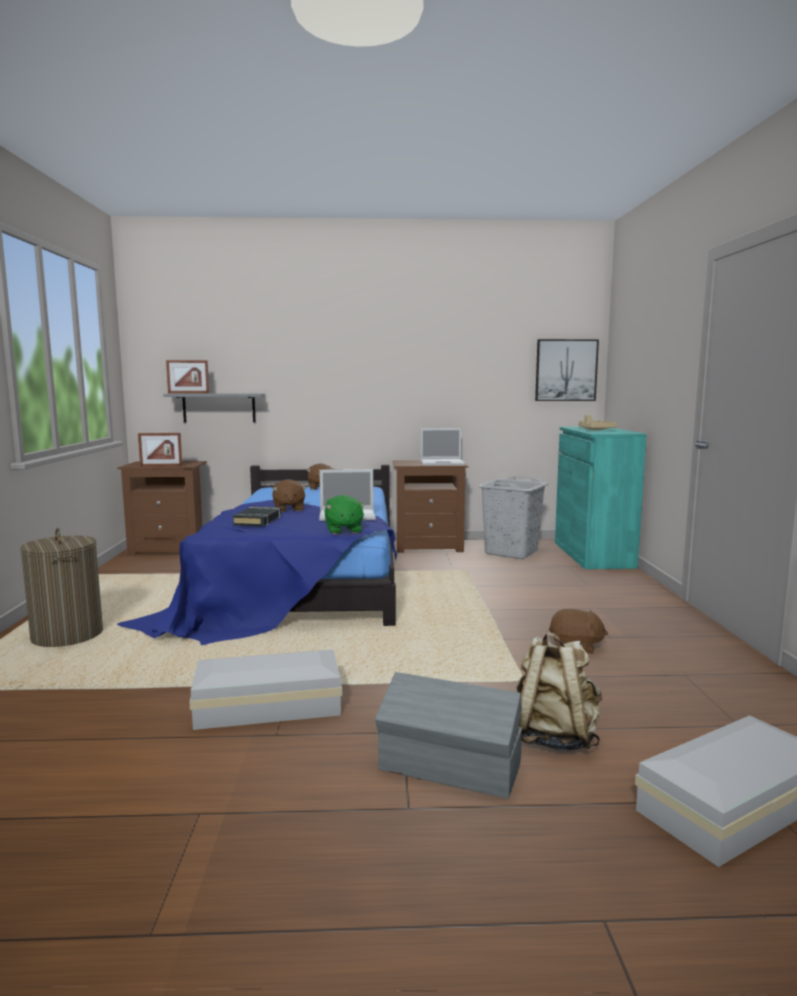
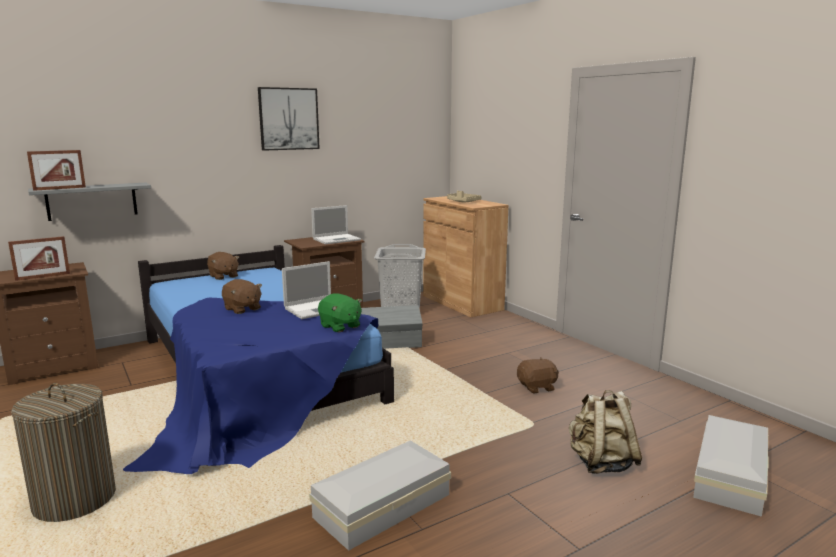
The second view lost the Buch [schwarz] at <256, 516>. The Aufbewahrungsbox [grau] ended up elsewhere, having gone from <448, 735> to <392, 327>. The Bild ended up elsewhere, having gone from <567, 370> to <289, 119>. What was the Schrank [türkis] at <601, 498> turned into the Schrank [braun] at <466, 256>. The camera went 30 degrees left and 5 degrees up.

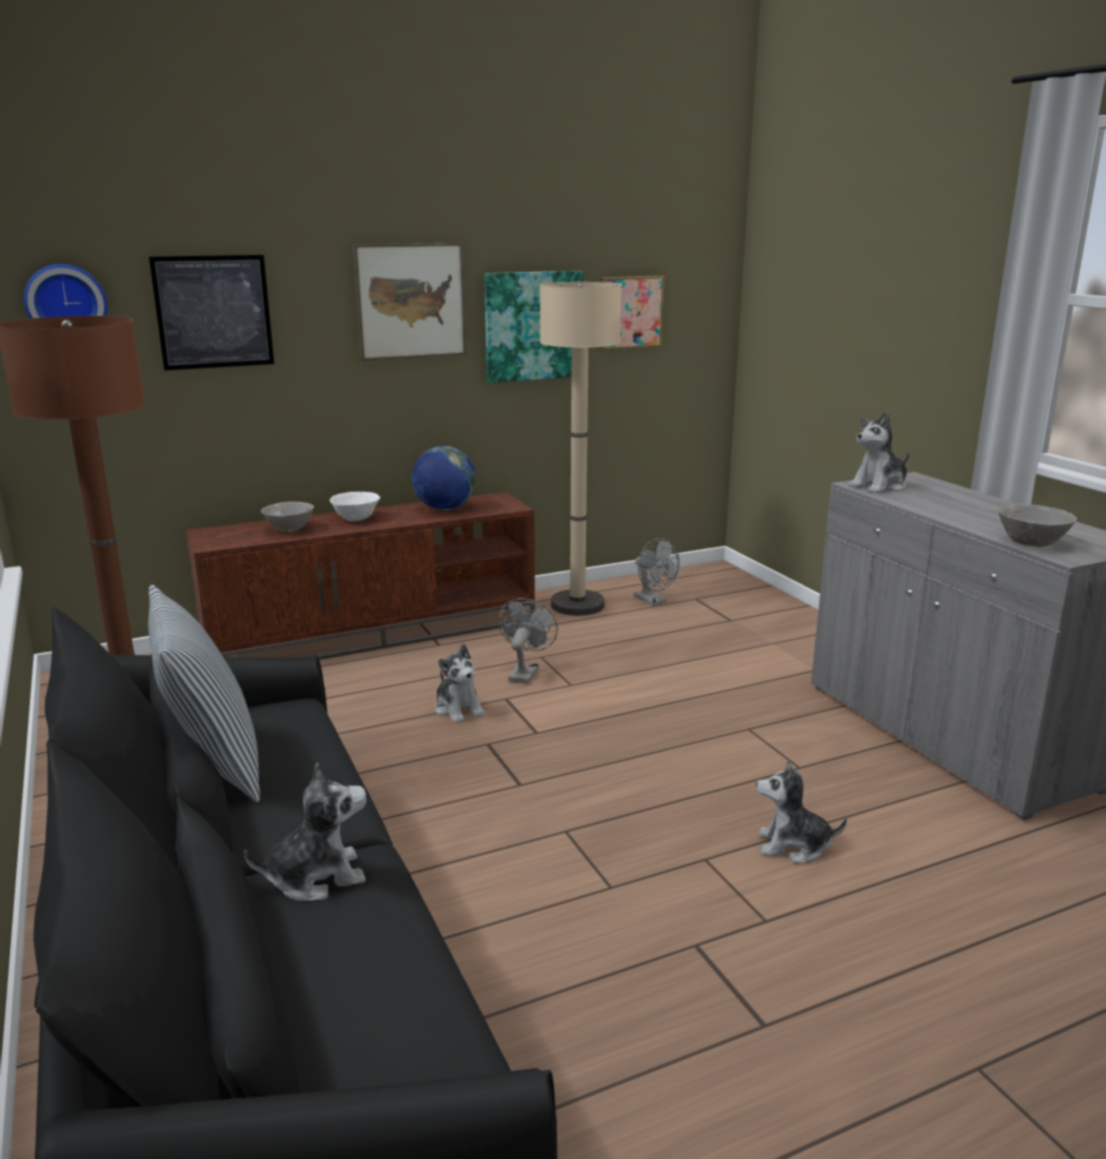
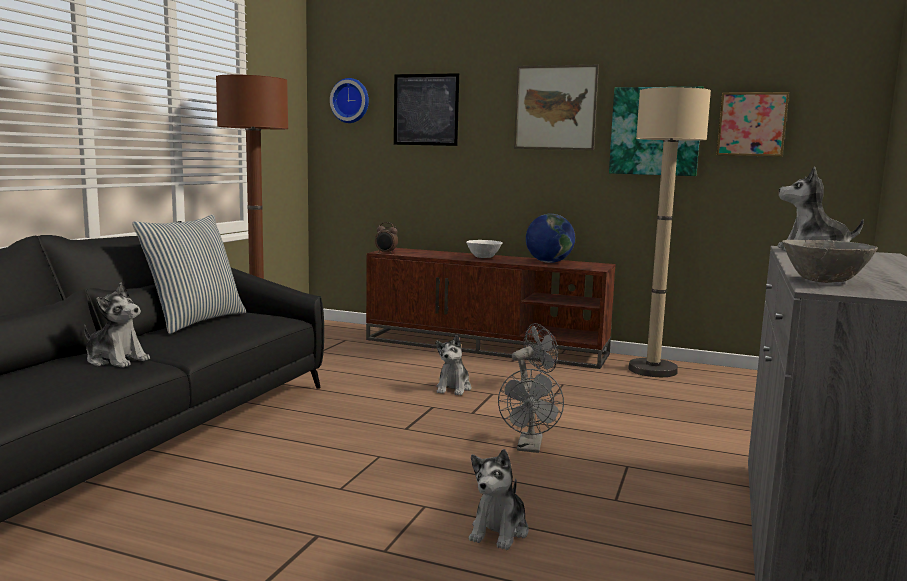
The second view lost the Schüssel [grau] at <287, 516>. The Ventilator [grau] ended up elsewhere, having gone from <657, 572> to <531, 411>. The Plüschtier at <801, 811> ended up facing another way, 120 degrees counterclockwise from before. The second view gained the Wecker at <386, 238>. The camera went 45 degrees right and 10 degrees down.

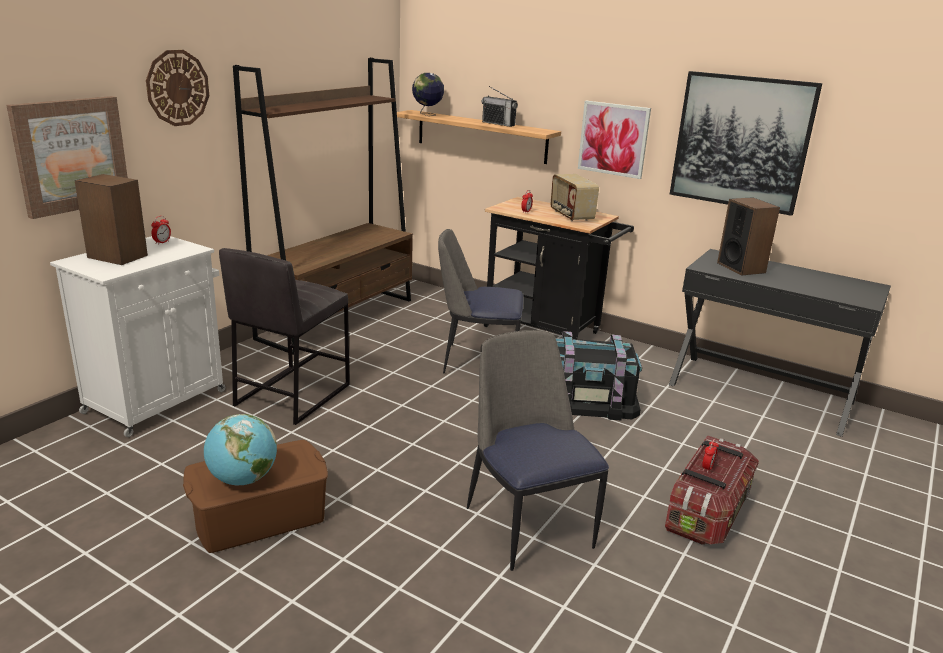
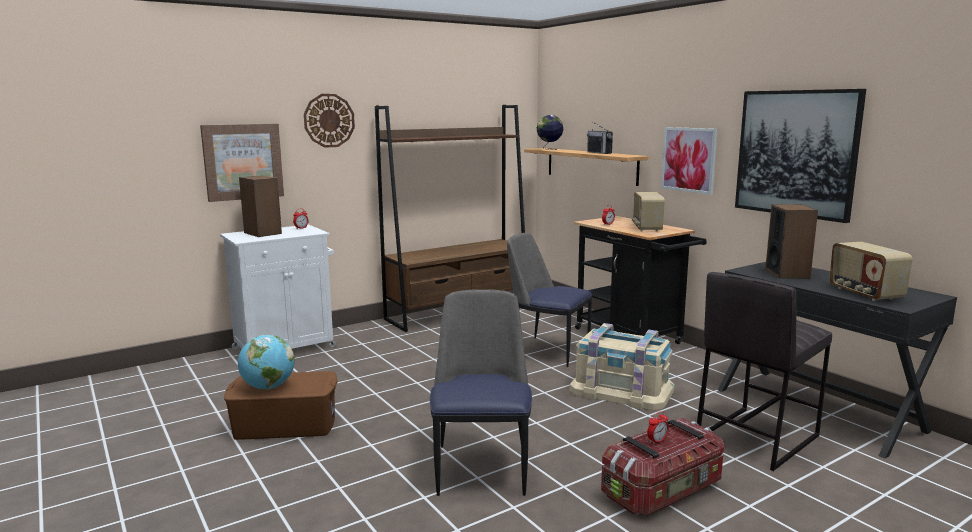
The Hocker [grau] ended up elsewhere, having gone from <284, 336> to <764, 371>. What was the Aufbewahrungsbox [schwarz] at <599, 375> turned into the Aufbewahrungsbox [beige] at <622, 366>. The second view gained the Radio at <871, 271>. The camera went 25 degrees right and 10 degrees down.

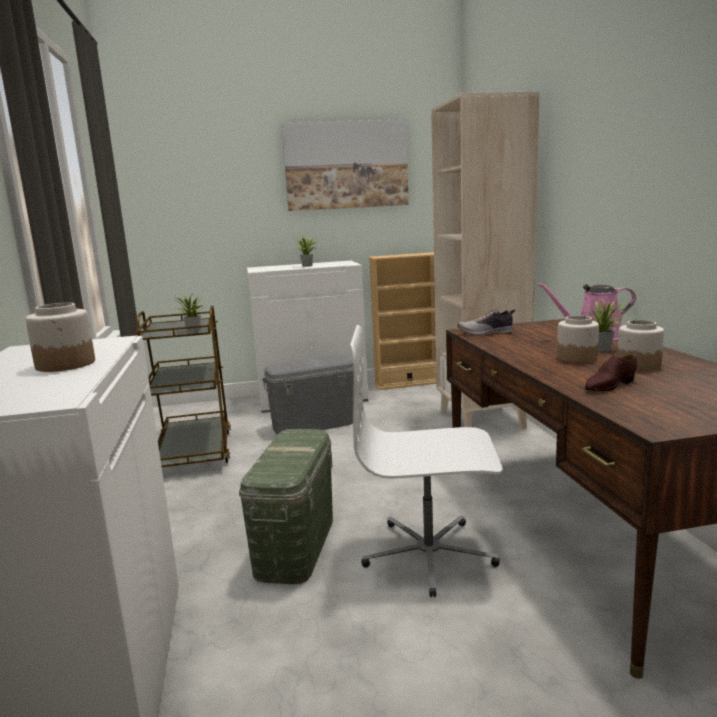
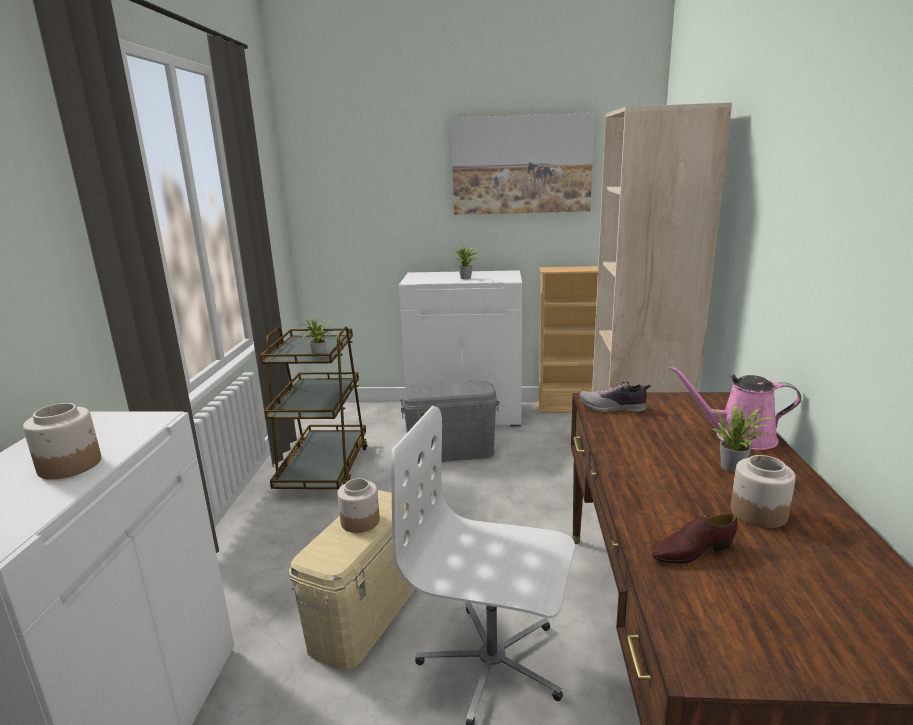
What was the Aufbewahrungsbox [grün] at <286, 506> turned into the Aufbewahrungsbox [beige] at <352, 580>. The Vorratsglas ended up elsewhere, having gone from <578, 339> to <358, 505>. The camera went 15 degrees right and 5 degrees up.

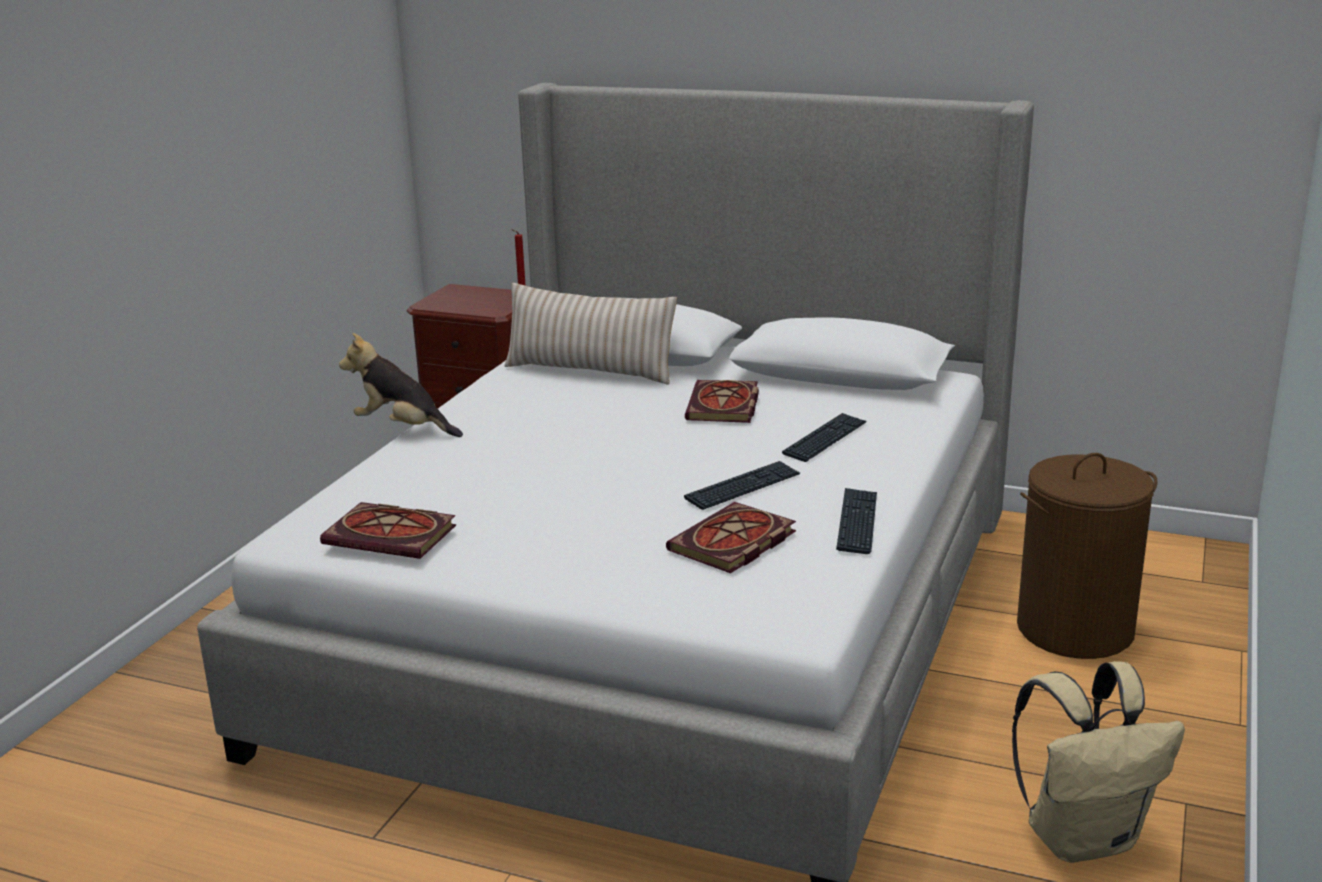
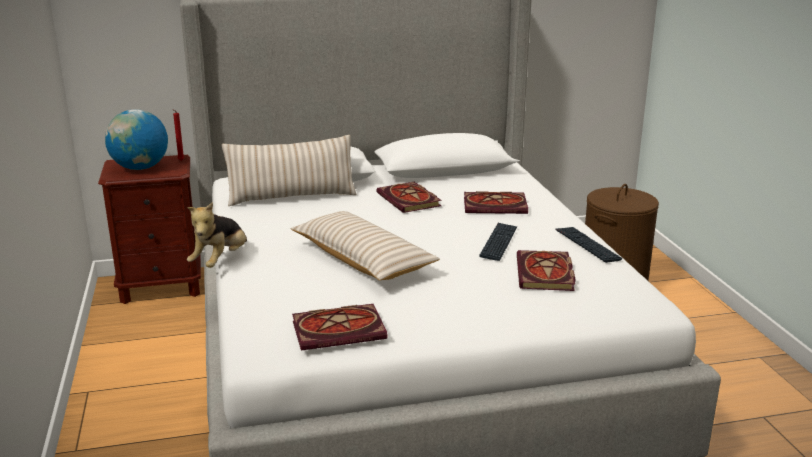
The Plüschtier at <401, 385> ended up facing another way, 60 degrees counterclockwise from before. Where the Tastatur stood at <824, 437>, the Buch came to stand at <496, 202>. The second view lost the Rucksack [beige] at <1098, 762>. The second view gained the Globus at <136, 139>. The second view gained the Kissen [beige] at <365, 246>. The camera went 35 degrees left and 0 degrees up.

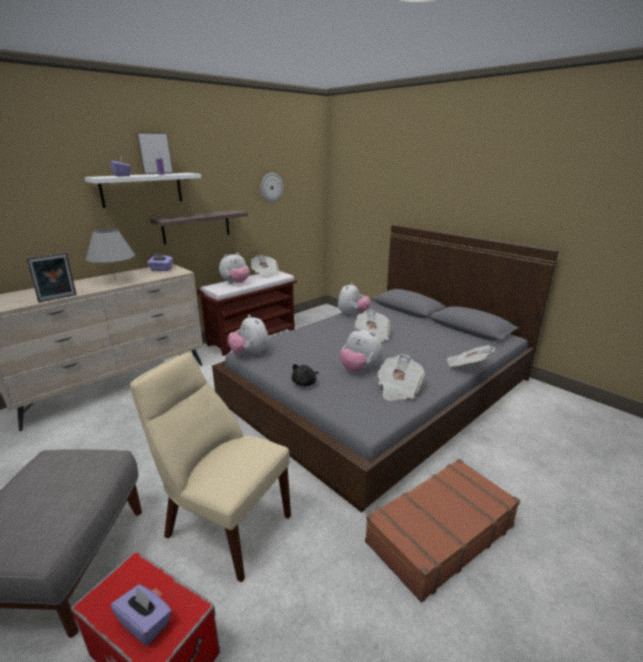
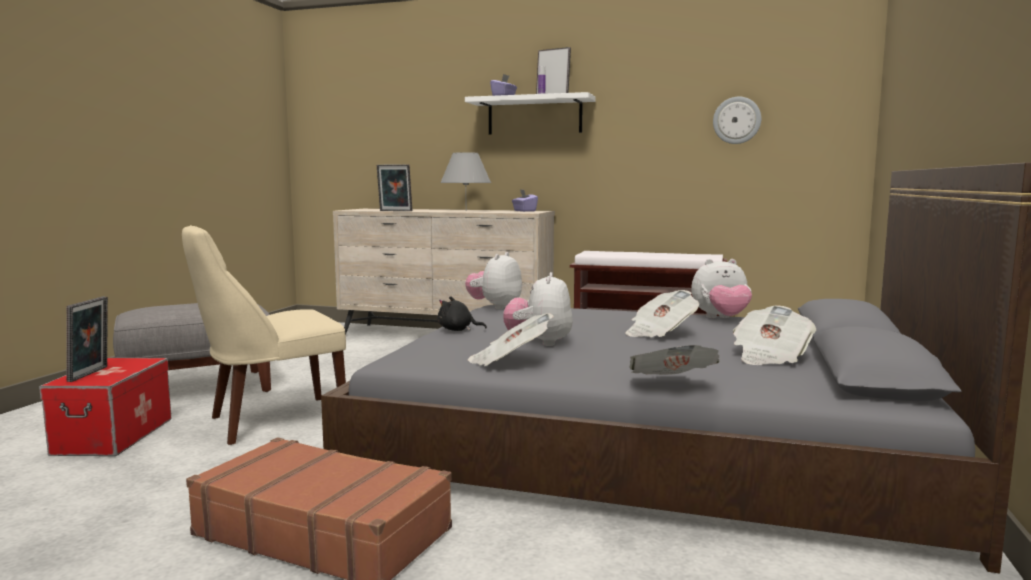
Where the Taschentuchbox [lila] stood at <141, 615>, the Bilderrahmen came to stand at <87, 339>. The Stuhl [beige] at <210, 467> ended up facing another way, 120 degrees counterclockwise from before. The second view lost the Wandregal at <199, 227>. The second view lost the Plüschtier at <234, 268>. The Zeitung ended up elsewhere, having gone from <265, 267> to <774, 335>. The camera went 60 degrees right and 15 degrees down.

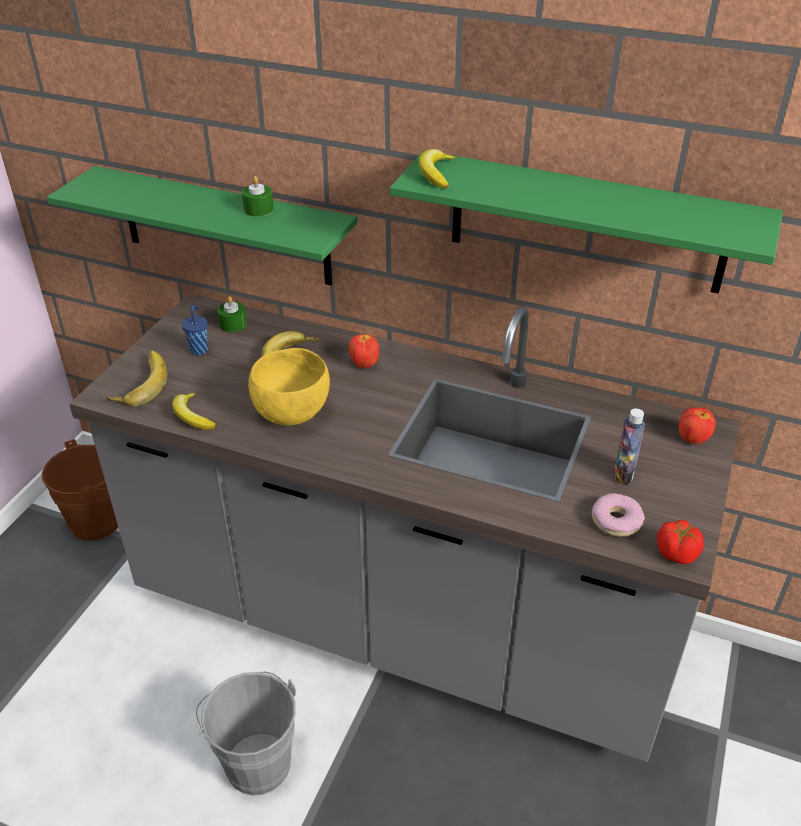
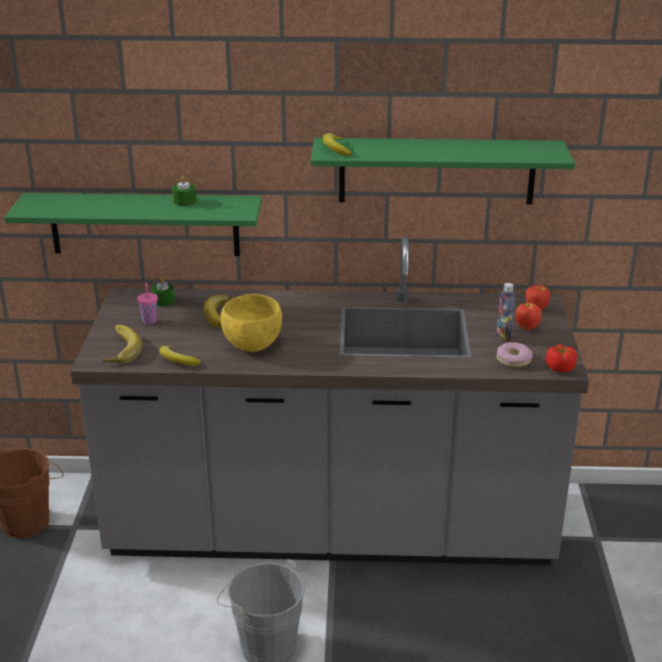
What was the Tasse [blau] at <195, 330> turned into the Tasse [rosa] at <147, 303>. The Apfel ended up elsewhere, having gone from <364, 351> to <528, 316>. The camera went 20 degrees left and 10 degrees down.

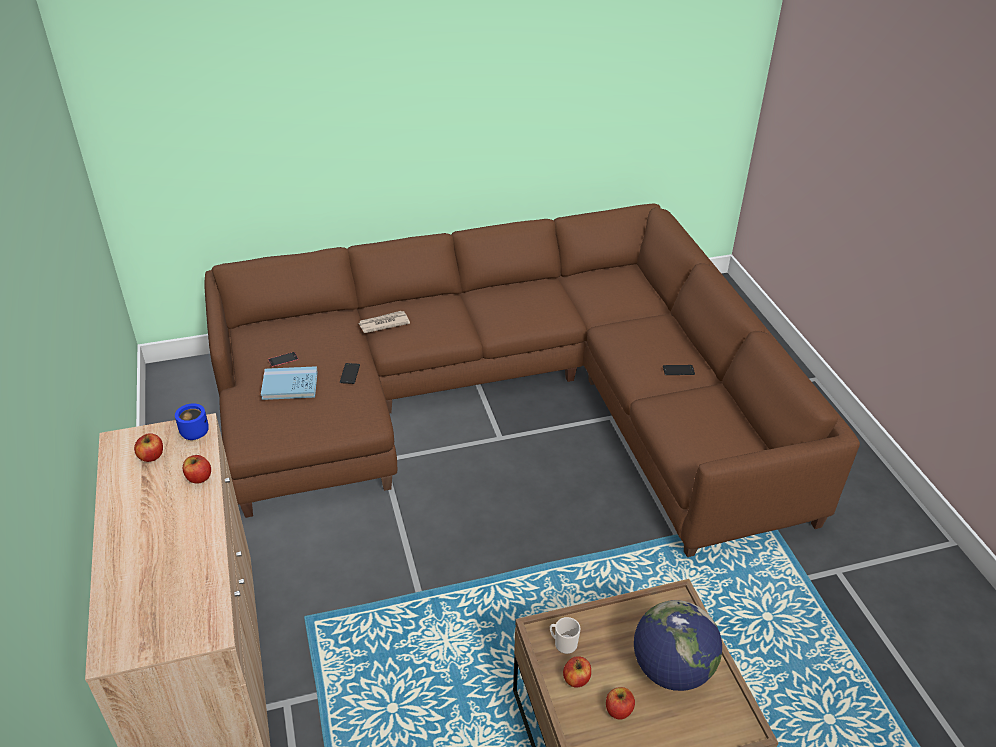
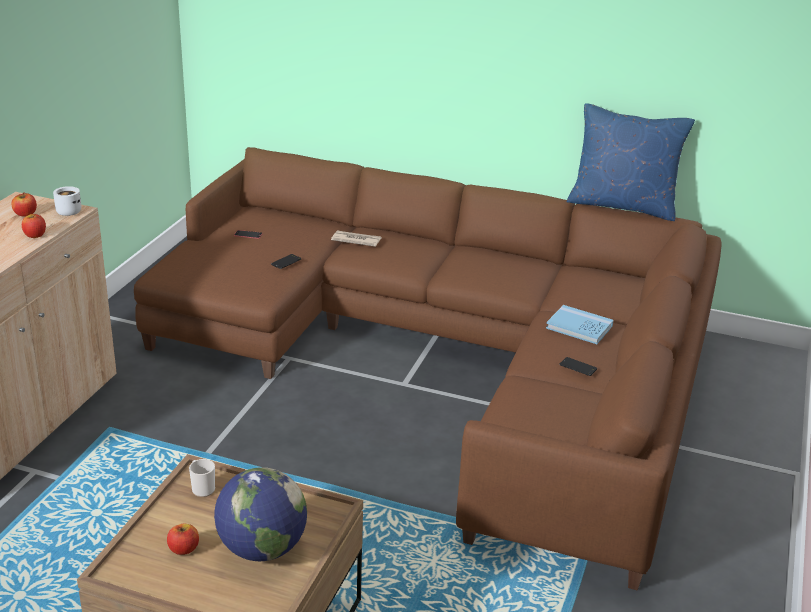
What was the Henkelbecher [blau] at <192, 421> turned into the Henkelbecher [weiß] at <67, 201>. The Buch [blau] ended up elsewhere, having gone from <289, 383> to <580, 324>. The second view lost the Apfel at <577, 672>. The second view gained the Kissen [blau] at <631, 162>. The camera went 35 degrees right and 10 degrees down.

